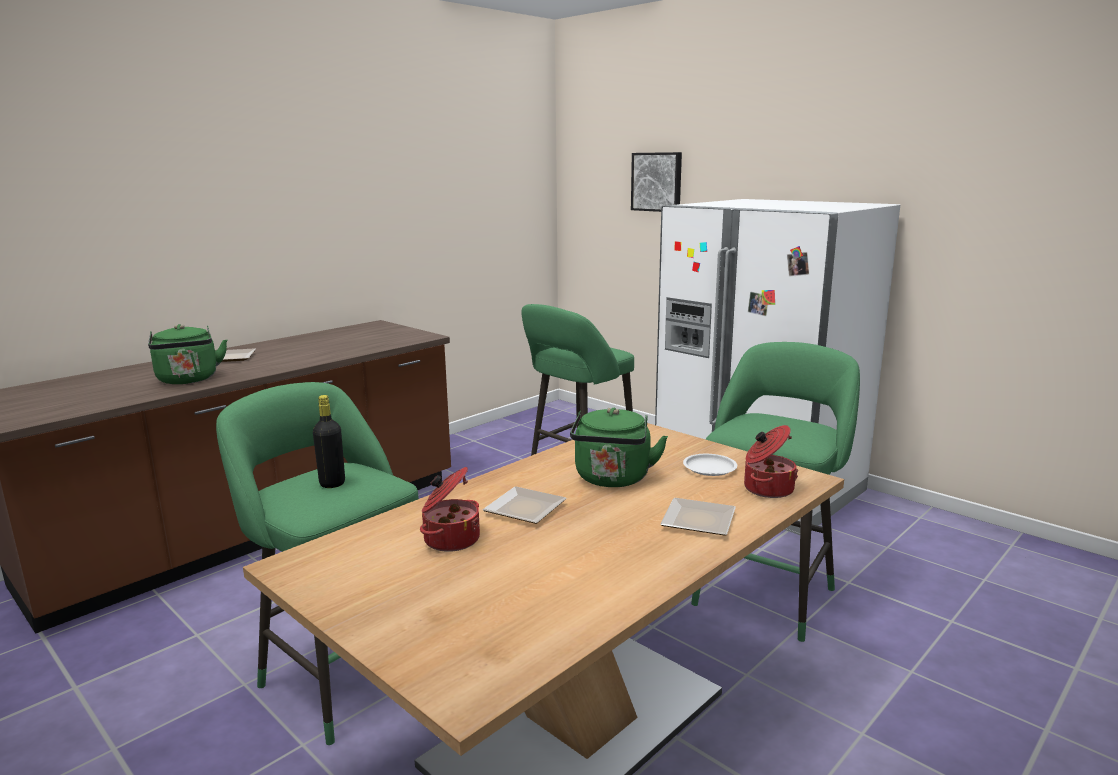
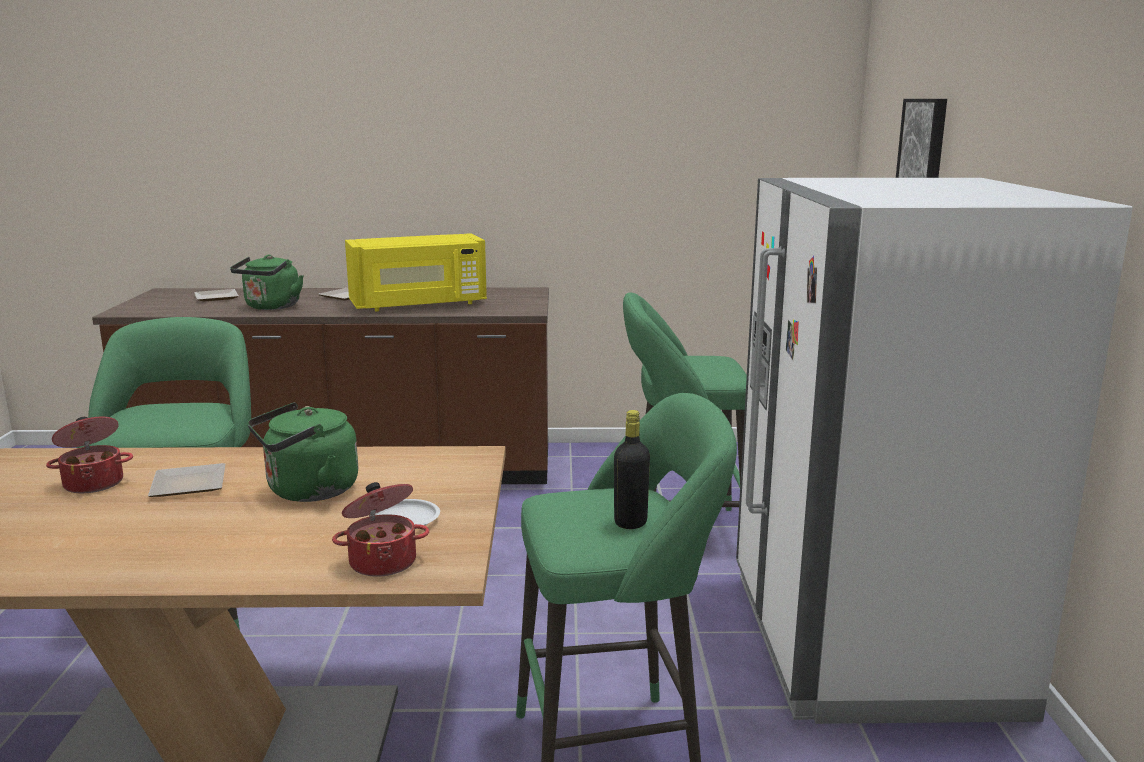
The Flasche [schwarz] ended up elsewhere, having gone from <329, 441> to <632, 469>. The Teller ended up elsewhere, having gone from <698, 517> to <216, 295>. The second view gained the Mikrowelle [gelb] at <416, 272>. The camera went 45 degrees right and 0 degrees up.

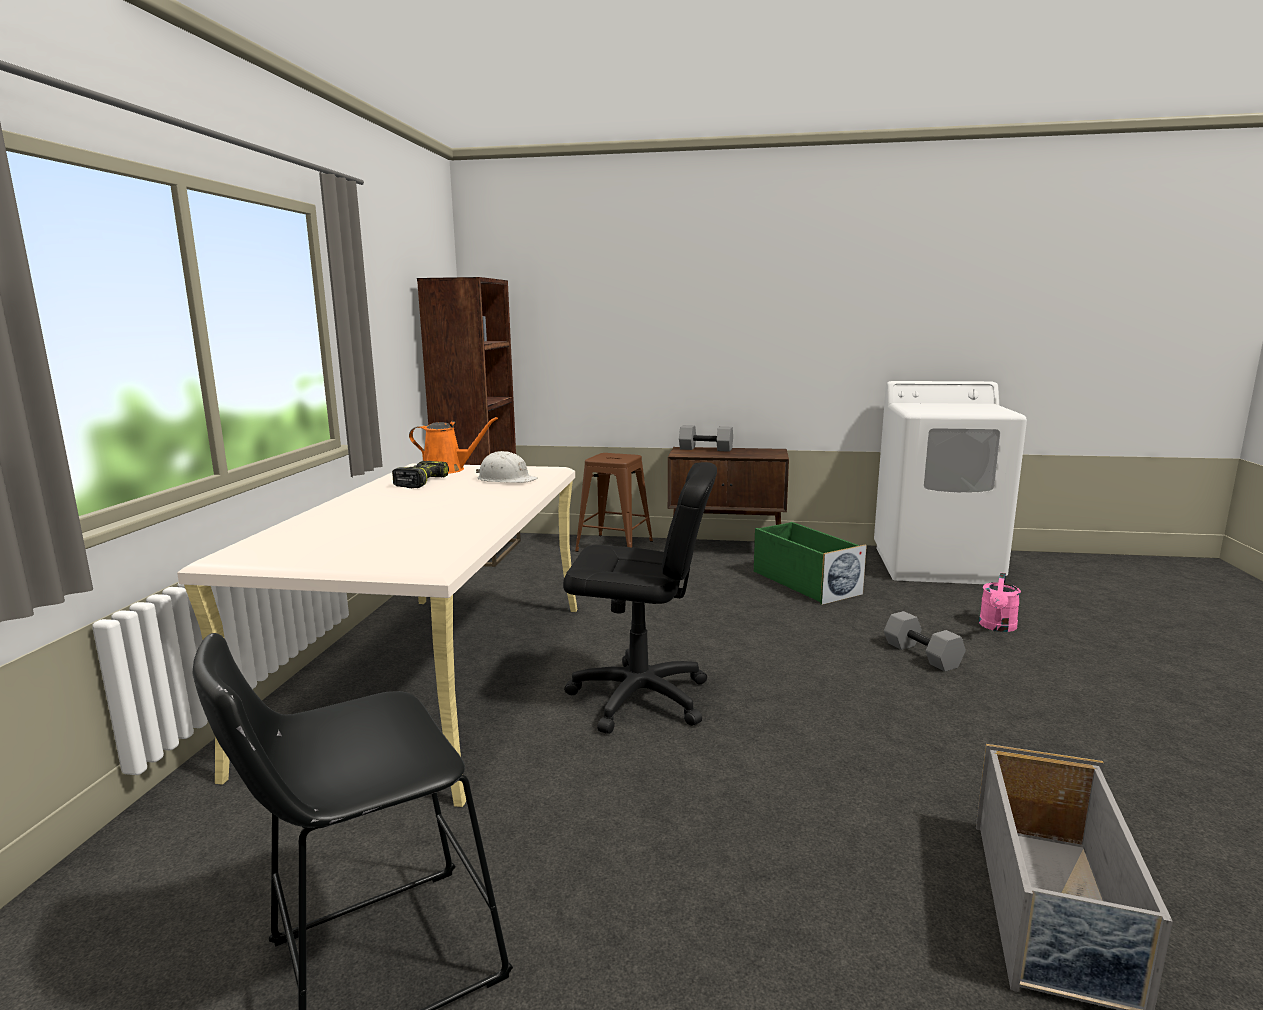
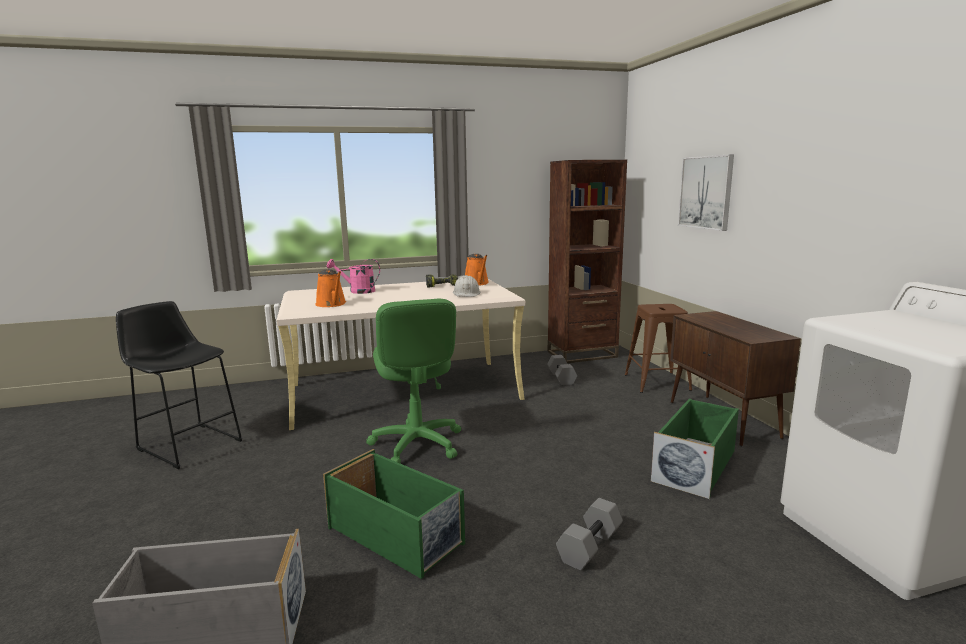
What was the Bürostuhl [schwarz] at <640, 598> turned into the Bürostuhl [grün] at <413, 381>. The Hantel [grau] ended up elsewhere, having gone from <706, 438> to <562, 370>. The Gießkanne [rosa] ended up elsewhere, having gone from <1000, 602> to <353, 276>. The second view gained the Gießkanne [orange] at <330, 288>. The second view gained the Aufbewahrungsbox [grün] at <394, 514>. The second view gained the Bild at <706, 192>. The camera went 65 degrees right and 0 degrees up.

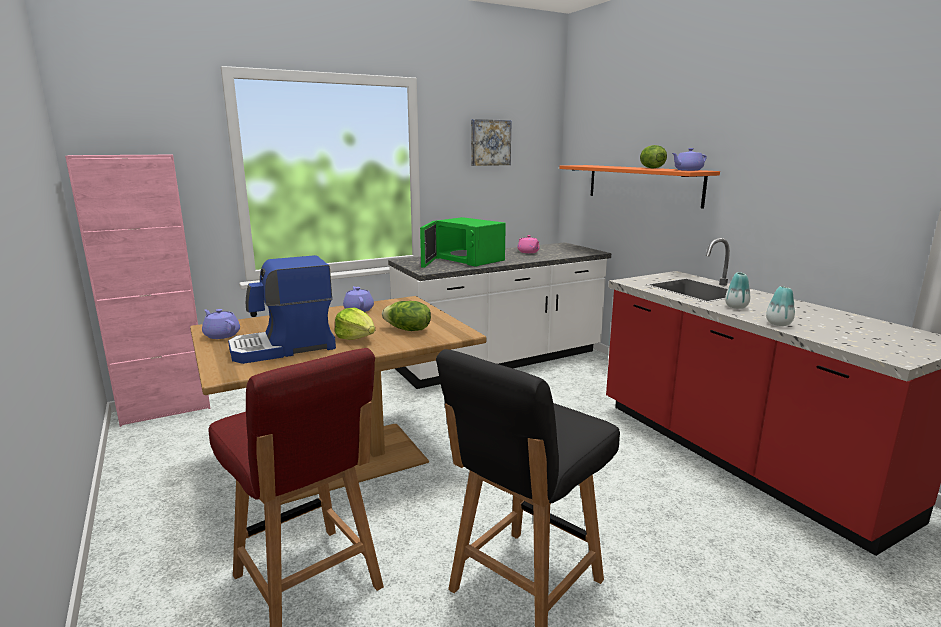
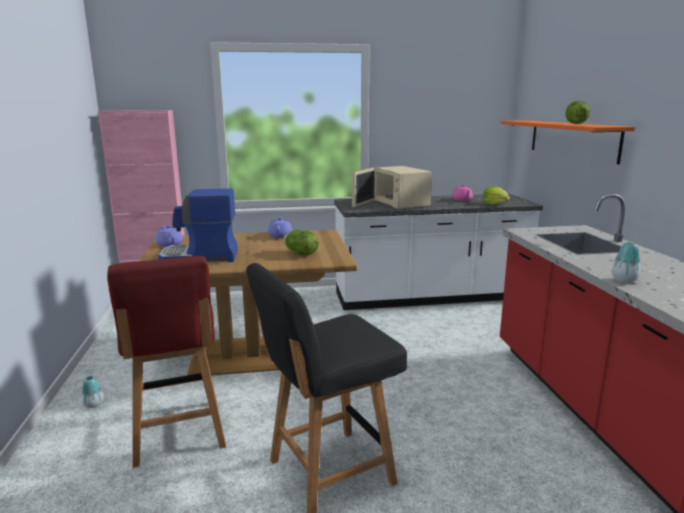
The Salatkopf ended up elsewhere, having gone from <355, 324> to <496, 195>. What was the Mikrowelle [grün] at <463, 242> turned into the Mikrowelle [beige] at <392, 187>. The second view lost the Bild at <491, 142>. The second view lost the Teekanne [lila] at <689, 159>. The Vase ended up elsewhere, having gone from <737, 290> to <93, 392>. The camera went 20 degrees right and 0 degrees up.

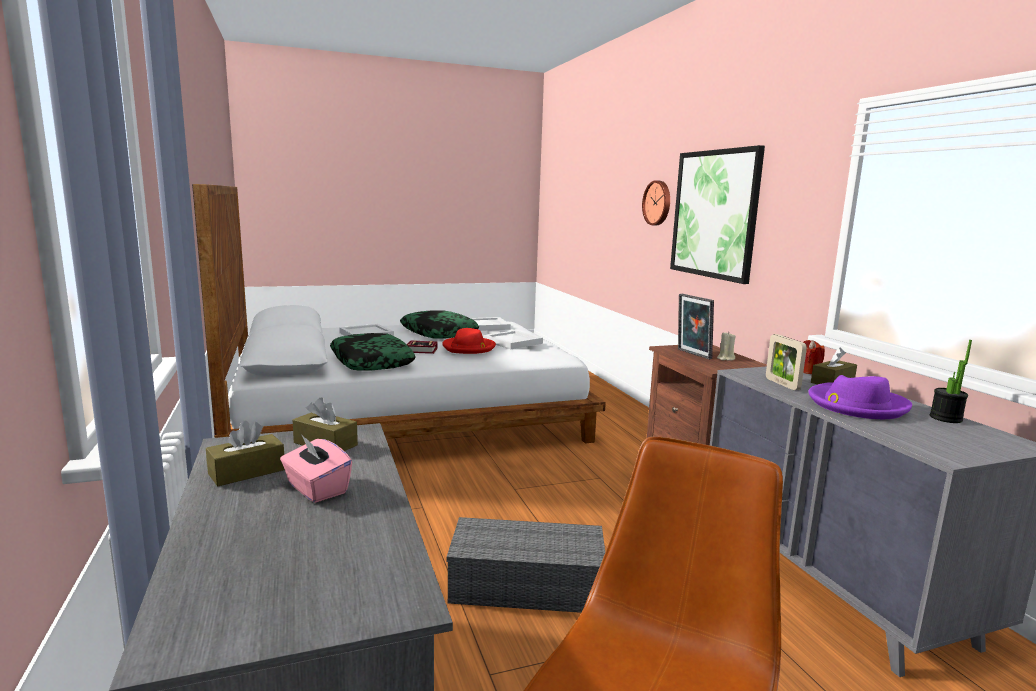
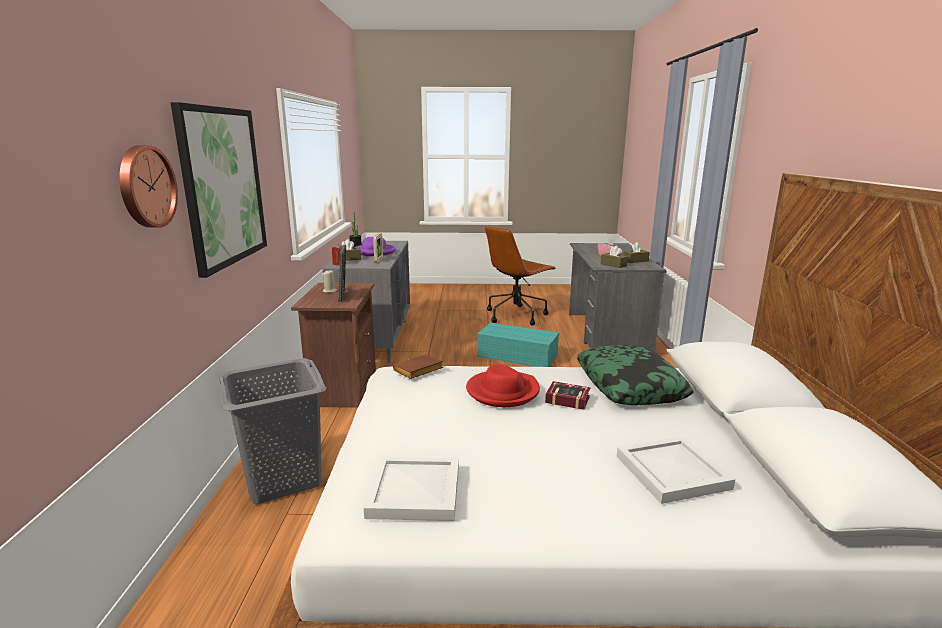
The second view lost the Kissen at <439, 324>. What was the Aufbewahrungsbox [grau] at <525, 565> turned into the Aufbewahrungsbox [türkis] at <518, 345>. The second view lost the Tablett [weiß] at <513, 339>. The second view gained the Wäschekorb [grau] at <272, 431>. The second view gained the Buch [braun] at <418, 366>. The camera went 160 degrees left and 5 degrees up.

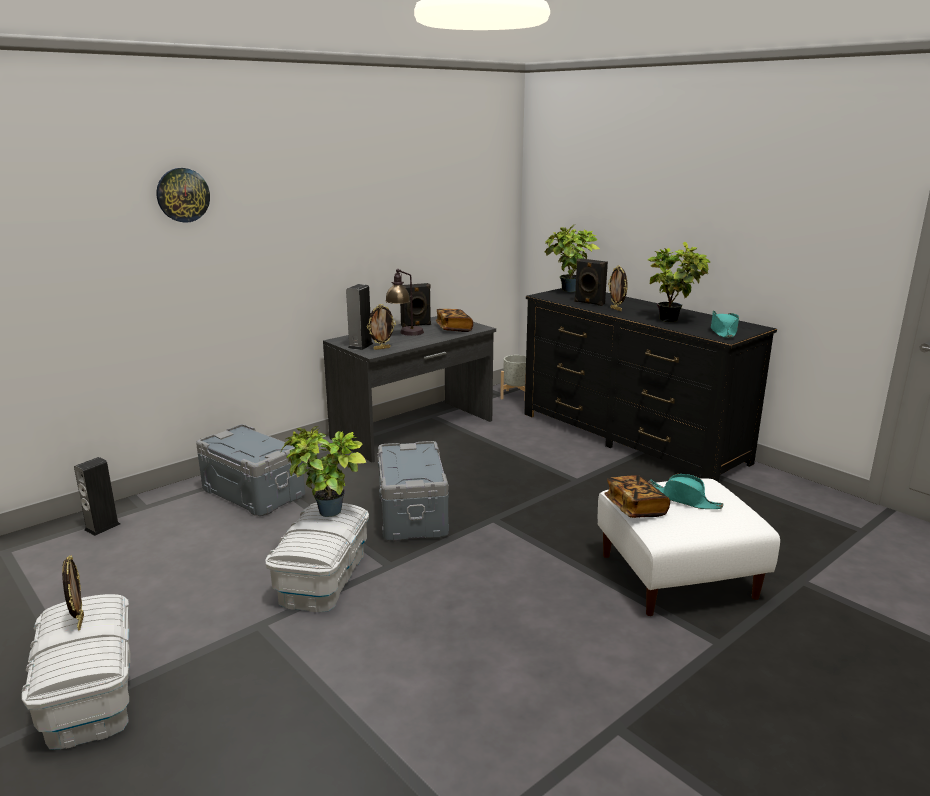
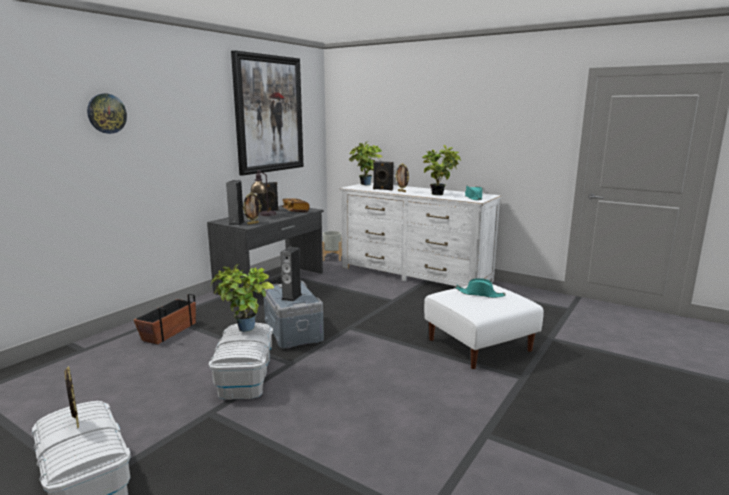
The Lautsprecher ended up elsewhere, having gone from <97, 496> to <291, 274>. Where the Aufbewahrungsbox [grau] stood at <250, 470>, the Pflanzkübel came to stand at <165, 319>. What was the Kommode [schwarz] at <650, 385> turned into the Kommode [weiß] at <421, 235>. The second view lost the Buch at <637, 496>. The second view gained the Bild at <267, 113>. The camera went 15 degrees left and 5 degrees down.

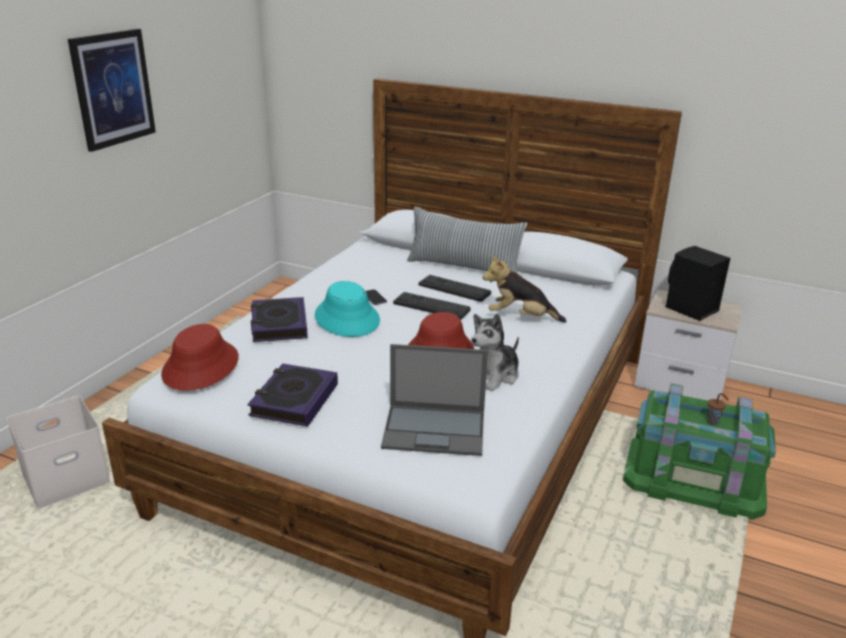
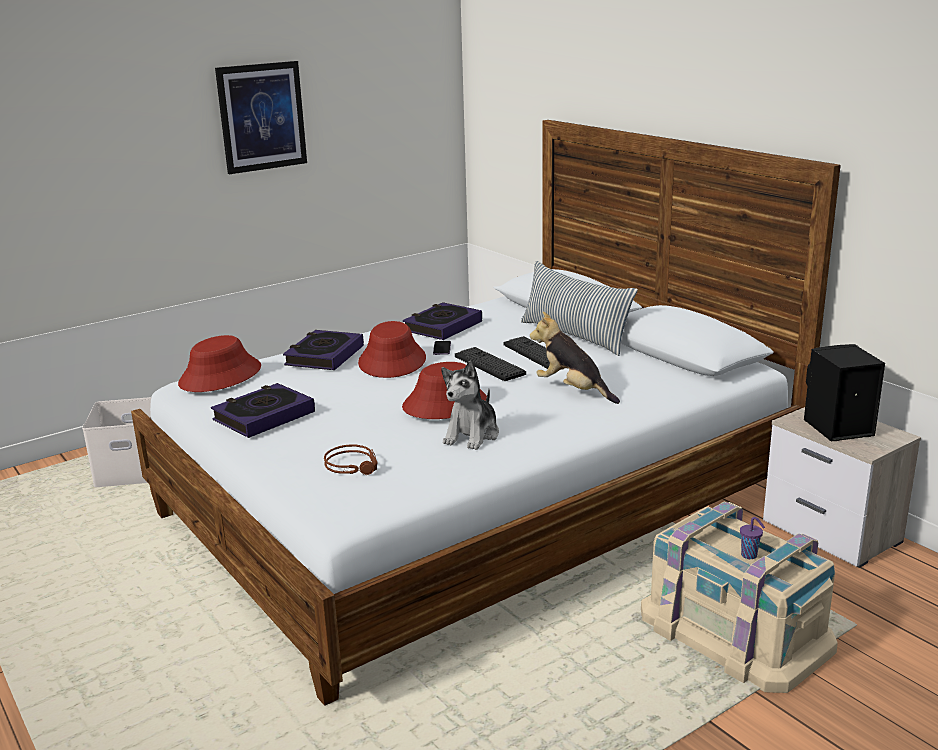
What was the Hut [türkis] at <347, 309> turned into the Hut [rot] at <392, 349>. Where the Laptop stood at <434, 400>, the Kopfhörer [braun] came to stand at <351, 459>. The Plüschtier at <495, 352> ended up facing another way, 45 degrees counterclockwise from before. What was the Aufbewahrungsbox [grün] at <699, 451> turned into the Aufbewahrungsbox [beige] at <739, 597>. What was the Tasse [braun] at <718, 409> turned into the Tasse [lila] at <752, 538>. The second view gained the Buch at <442, 321>. The camera went 30 degrees right and 5 degrees down.

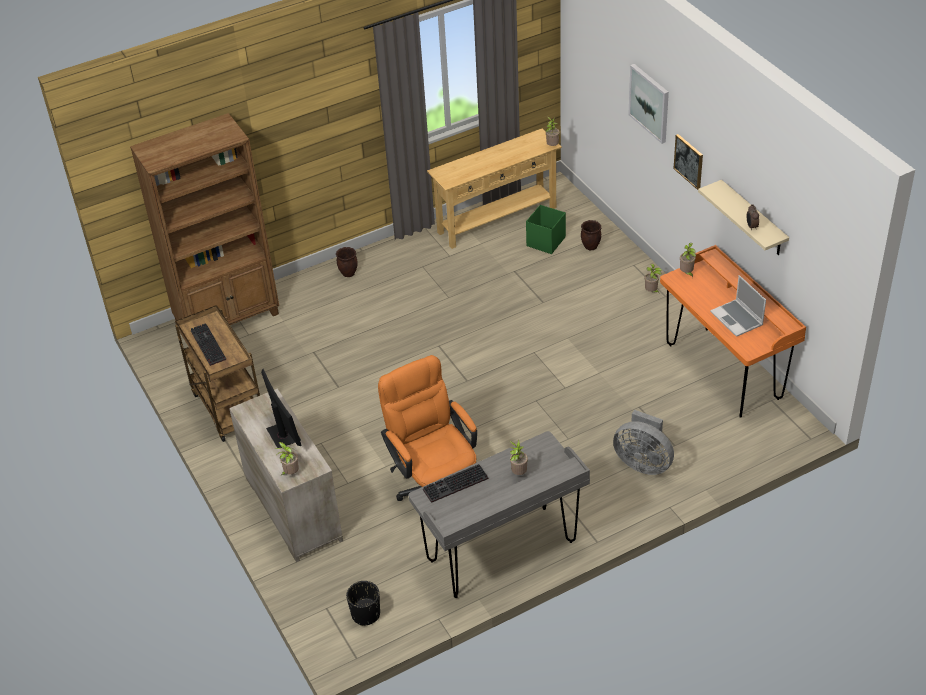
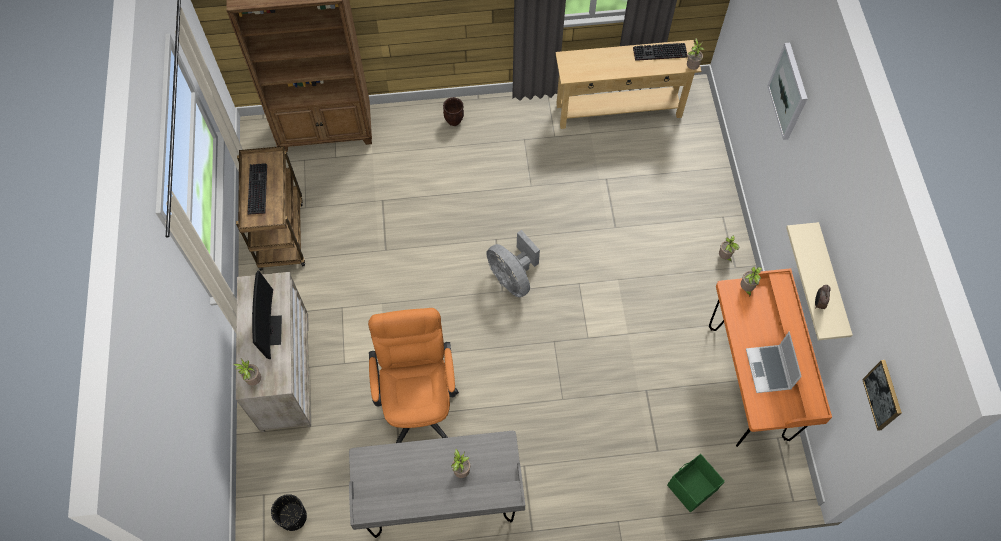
The Tastatur ended up elsewhere, having gone from <456, 483> to <660, 52>. The Aufbewahrungsbox [grün] ended up elsewhere, having gone from <546, 229> to <696, 483>. The second view lost the Pflanzkübel [braun] at <591, 235>. The Ventilator [grau] ended up elsewhere, having gone from <643, 442> to <513, 264>. The Bild ended up elsewhere, having gone from <688, 162> to <882, 395>. The camera went 20 degrees right and 20 degrees up.

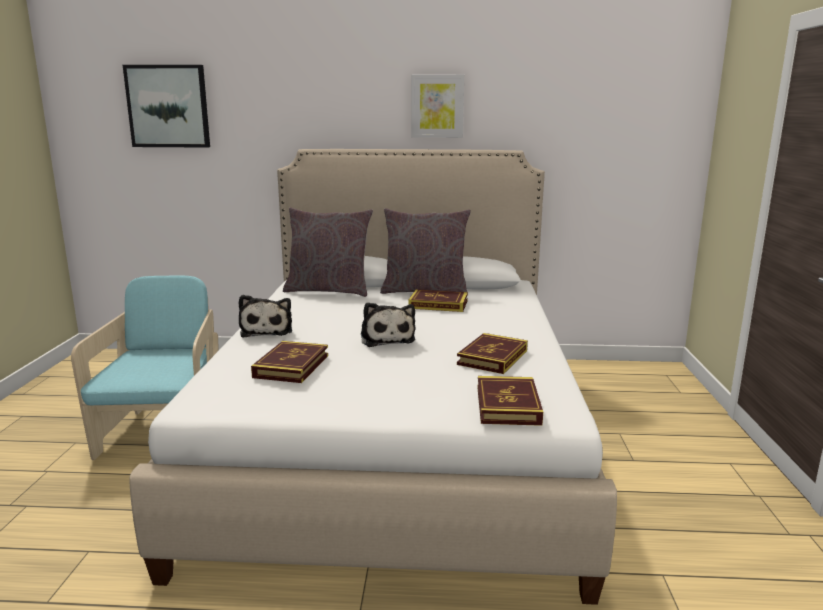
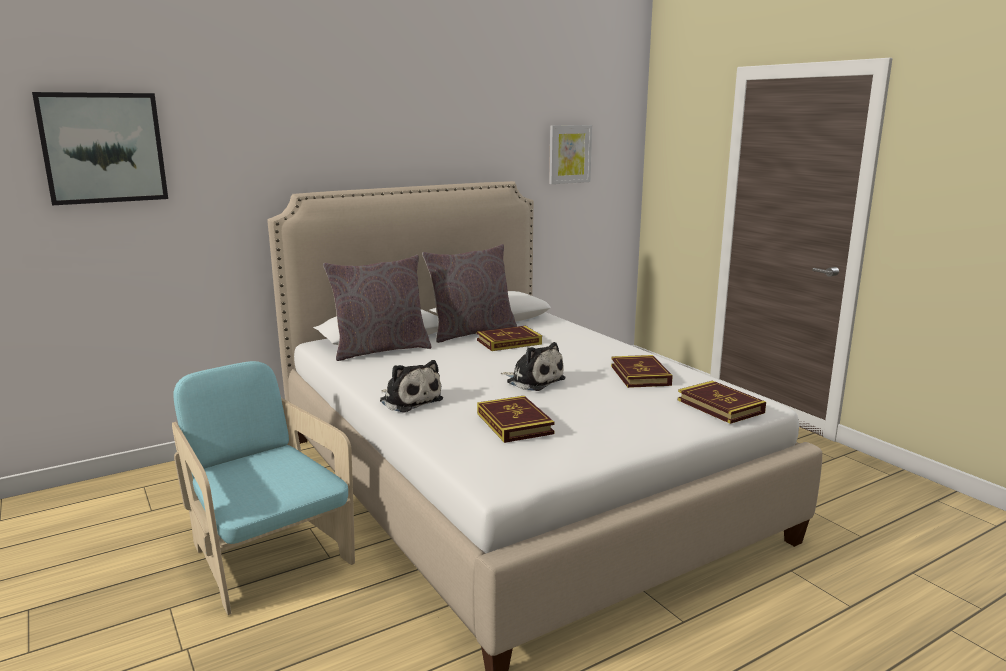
The Bild ended up elsewhere, having gone from <437, 106> to <570, 154>. The camera went 35 degrees left and 0 degrees up.

